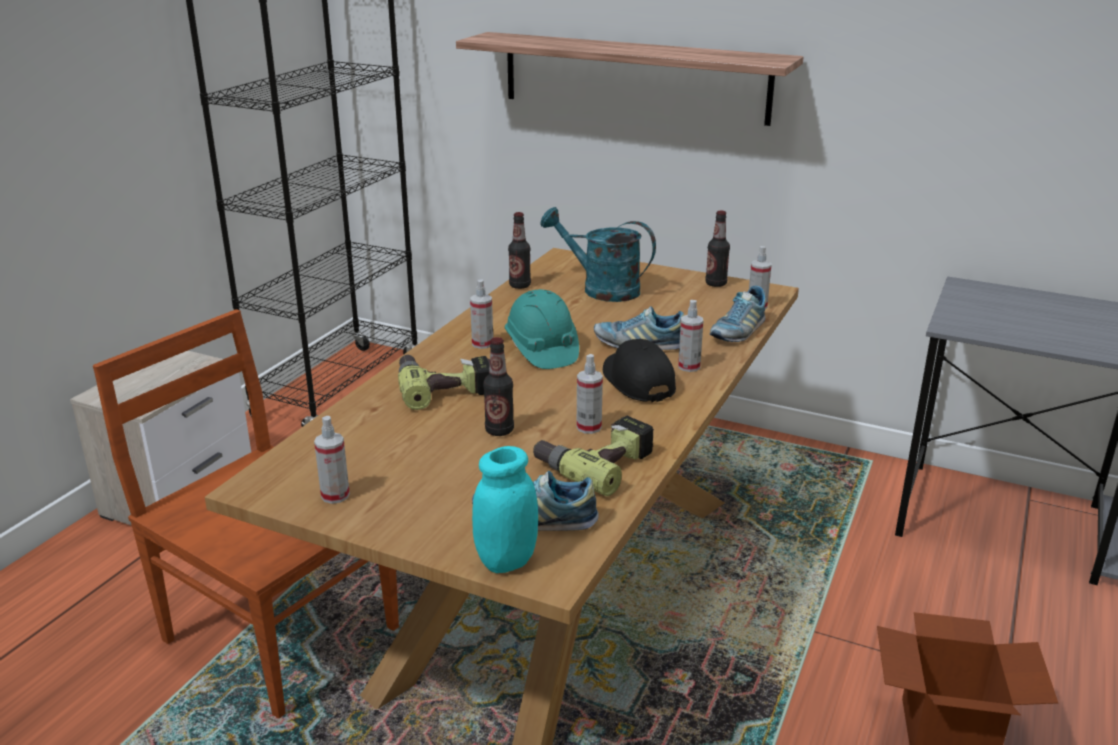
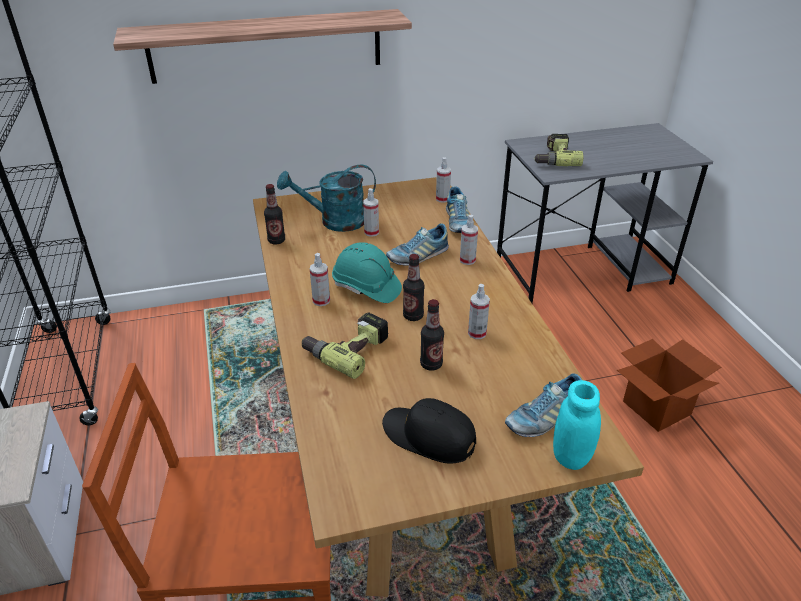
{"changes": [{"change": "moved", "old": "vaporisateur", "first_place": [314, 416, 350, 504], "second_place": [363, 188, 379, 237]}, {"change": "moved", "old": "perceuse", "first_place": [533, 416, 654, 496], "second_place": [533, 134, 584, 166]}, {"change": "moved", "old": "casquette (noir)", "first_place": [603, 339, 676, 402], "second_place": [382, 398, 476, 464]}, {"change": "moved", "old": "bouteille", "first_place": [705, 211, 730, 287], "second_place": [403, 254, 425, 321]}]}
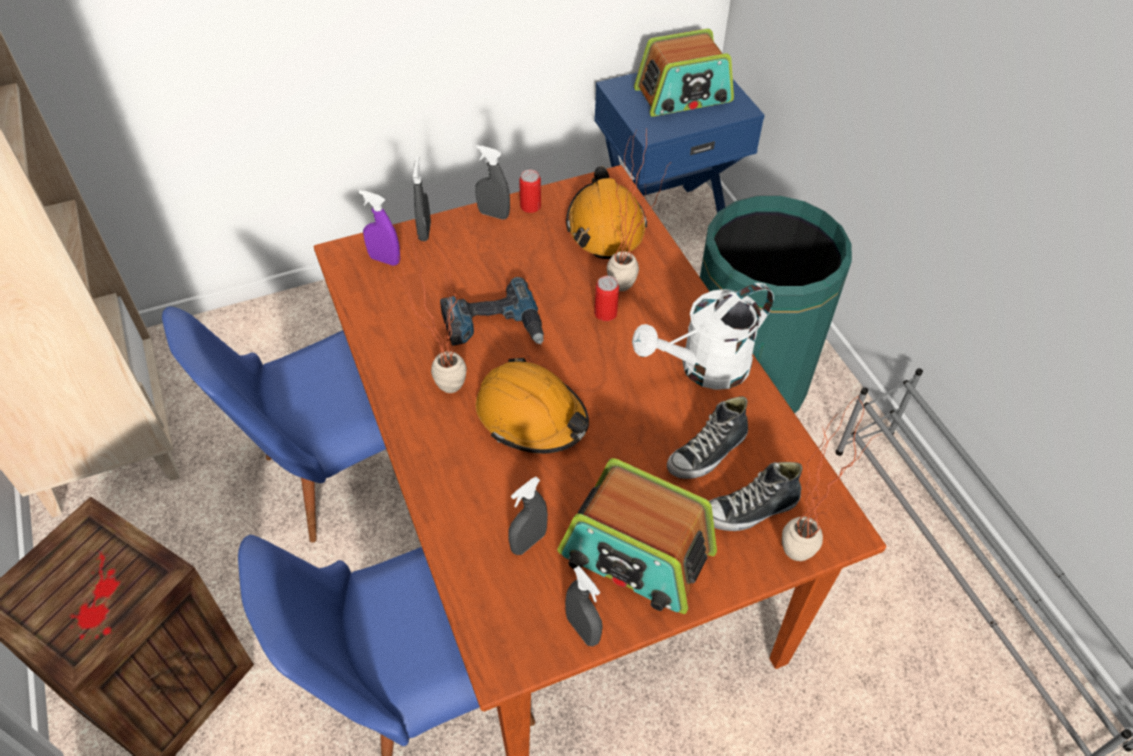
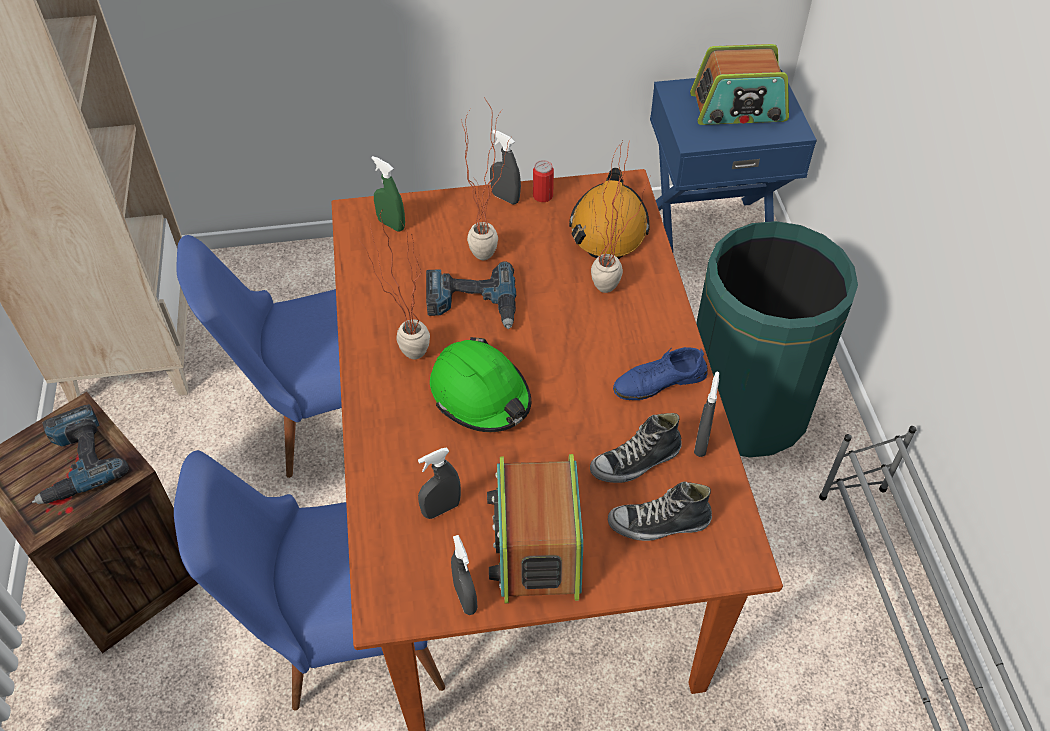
{"changes": [{"change": "recoloured", "old": "vaporisateur (violet)", "new": "vaporisateur (vert)", "first_place": [359, 190, 400, 266], "second_place": [371, 156, 405, 231]}, {"change": "moved", "old": "vaporisateur (gris)", "first_place": [413, 157, 431, 241], "second_place": [694, 372, 719, 457]}, {"change": "recoloured", "old": "casque de chantier (orange)", "new": "casque de chantier (vert)", "first_place": [476, 358, 589, 454], "second_place": [430, 337, 531, 432]}, {"change": "turned", "old": "radio", "first_place": [557, 458, 717, 614], "second_place": [487, 454, 583, 603], "degrees": 45}, {"change": "removed", "old": "boîte métallique", "first_place": [594, 276, 619, 321]}, {"change": "replaced", "old": "arrosoir (blanc)", "new": "chaussure (bleu)", "first_place": [632, 283, 774, 390], "second_place": [613, 347, 708, 400]}, {"change": "moved", "old": "plante en pot", "first_place": [782, 395, 881, 561], "second_place": [461, 96, 511, 260]}, {"change": "added", "new": "perceuse", "second_place": [32, 404, 129, 504]}]}
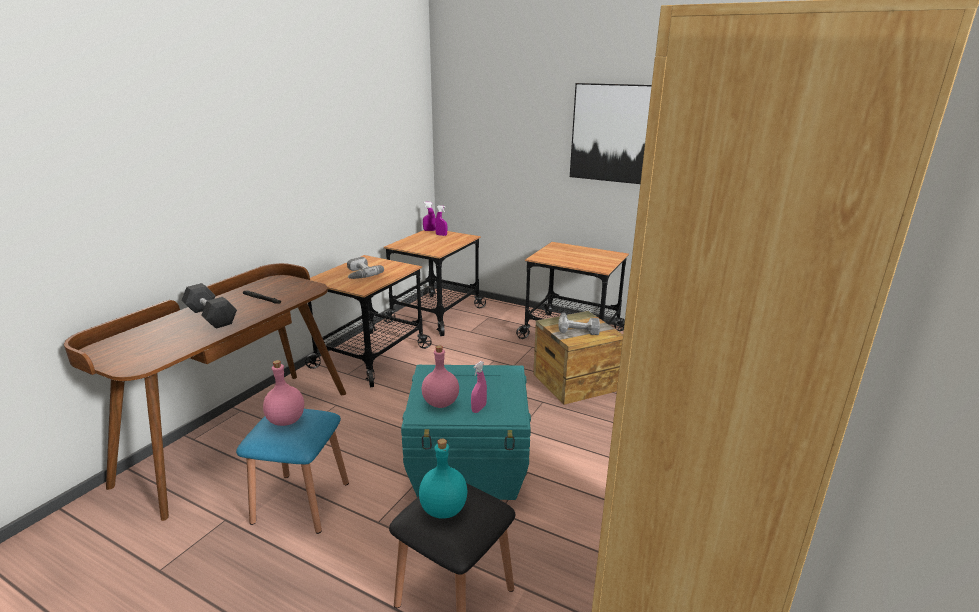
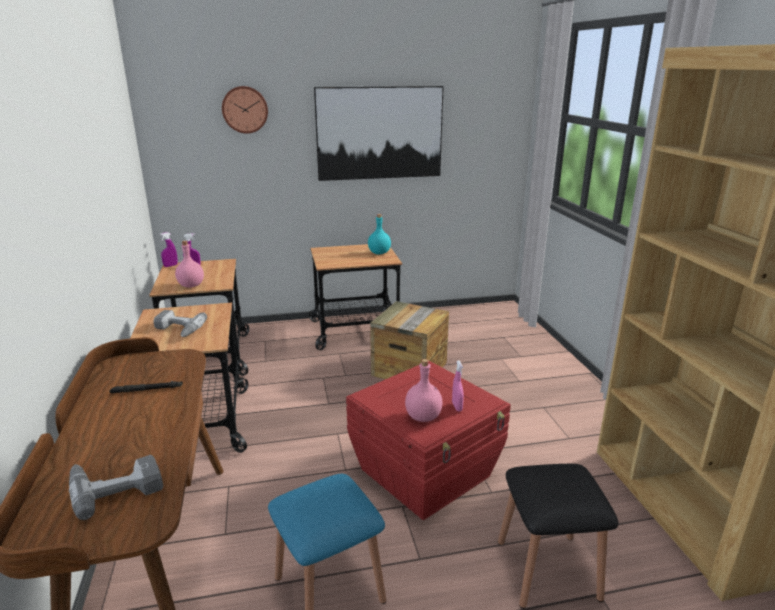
{"changes": [{"change": "removed", "old": "haltère (noir)", "first_place": [181, 283, 237, 329]}, {"change": "moved", "old": "bouteille (rose)", "first_place": [263, 360, 304, 426], "second_place": [175, 241, 204, 288]}, {"change": "recoloured", "old": "boîte de rangement (turquoise)", "new": "boîte de rangement (rouge)", "first_place": [401, 365, 531, 500], "second_place": [346, 361, 511, 520]}, {"change": "moved", "old": "bouteille (turquoise)", "first_place": [419, 439, 467, 519], "second_place": [368, 214, 391, 254]}, {"change": "moved", "old": "perceuse", "first_place": [559, 312, 600, 335], "second_place": [69, 455, 163, 520]}, {"change": "added", "new": "horloge murale", "second_place": [222, 86, 268, 134]}]}
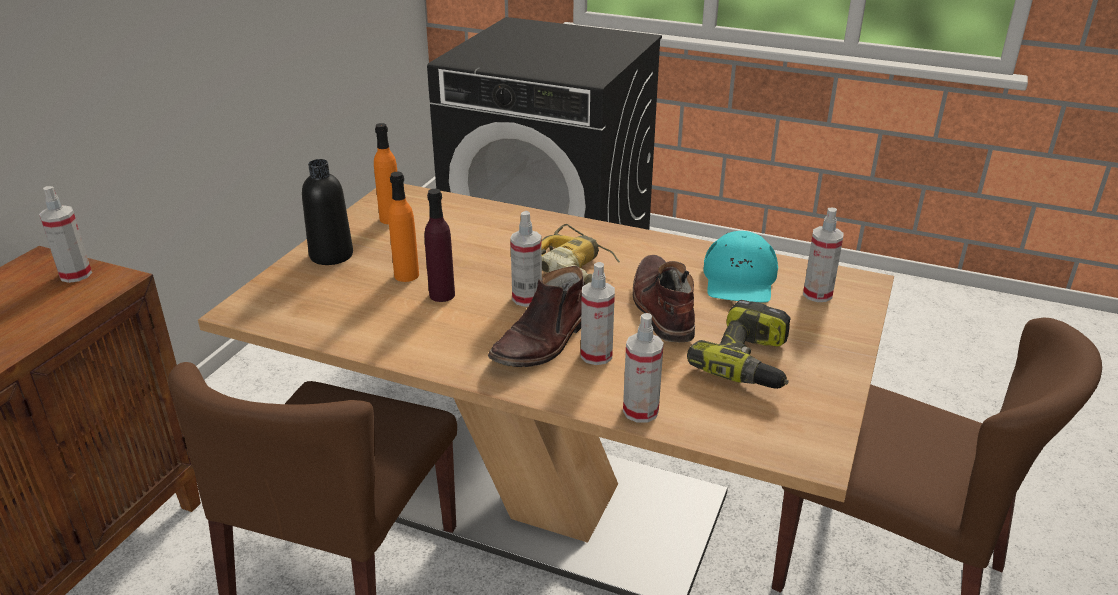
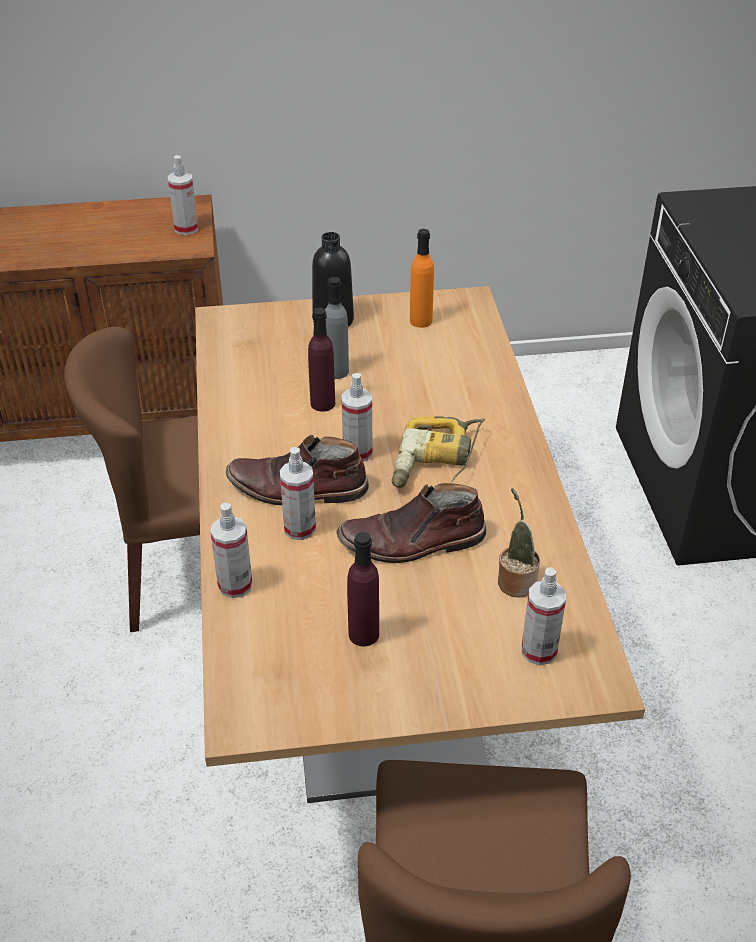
{"changes": [{"change": "recoloured", "old": "bouteille (orange)", "new": "bouteille (gris)", "first_place": [388, 172, 419, 282], "second_place": [325, 277, 349, 379]}, {"change": "turned", "old": "botte (marron)", "first_place": [633, 255, 695, 342], "second_place": [336, 483, 486, 563], "degrees": -150}, {"change": "replaced", "old": "perceuse", "new": "bouteille (violet)", "first_place": [687, 300, 790, 389], "second_place": [347, 532, 379, 646]}, {"change": "replaced", "old": "casquette (turquoise)", "new": "plante en pot", "first_place": [703, 231, 778, 302], "second_place": [498, 488, 540, 598]}]}
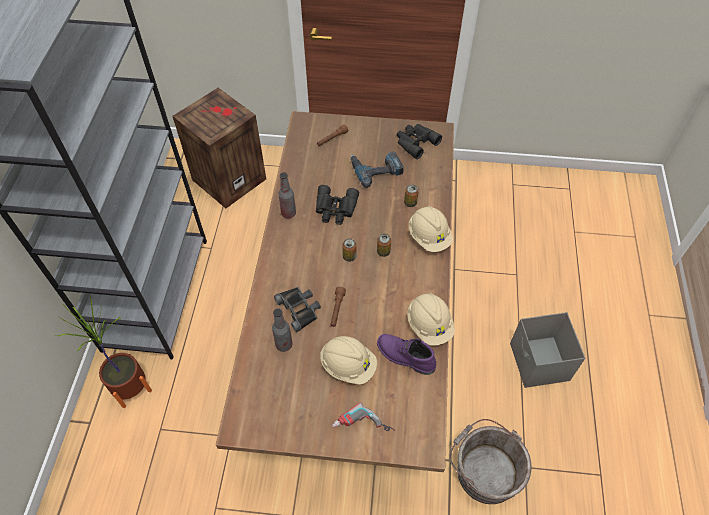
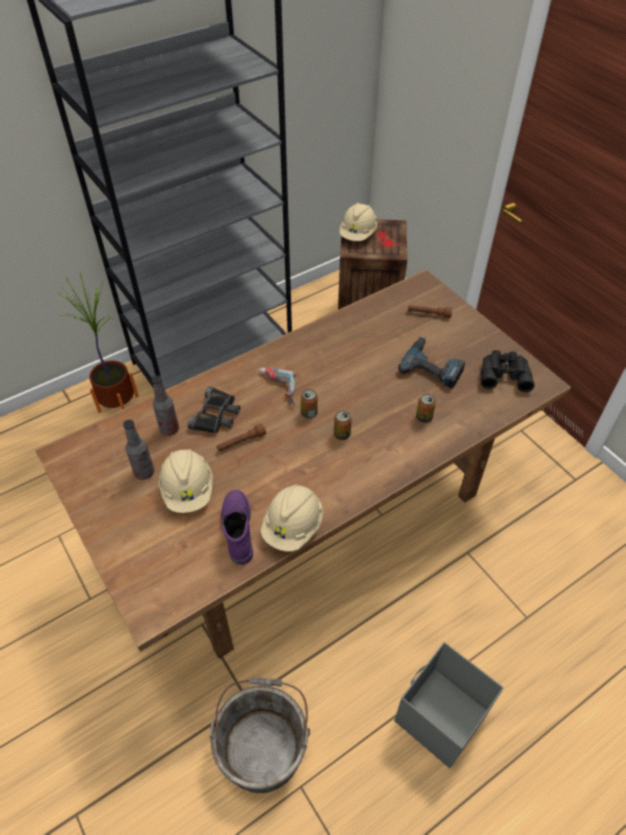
{"changes": [{"change": "moved", "old": "bouteille", "first_place": [278, 172, 296, 218], "second_place": [123, 420, 154, 480]}, {"change": "removed", "old": "jumelles (noir)", "first_place": [316, 185, 359, 225]}, {"change": "moved", "old": "perceuse", "first_place": [332, 402, 395, 431], "second_place": [259, 367, 296, 408]}, {"change": "moved", "old": "casque de chantier (beige)", "first_place": [409, 206, 453, 252], "second_place": [339, 203, 377, 241]}]}
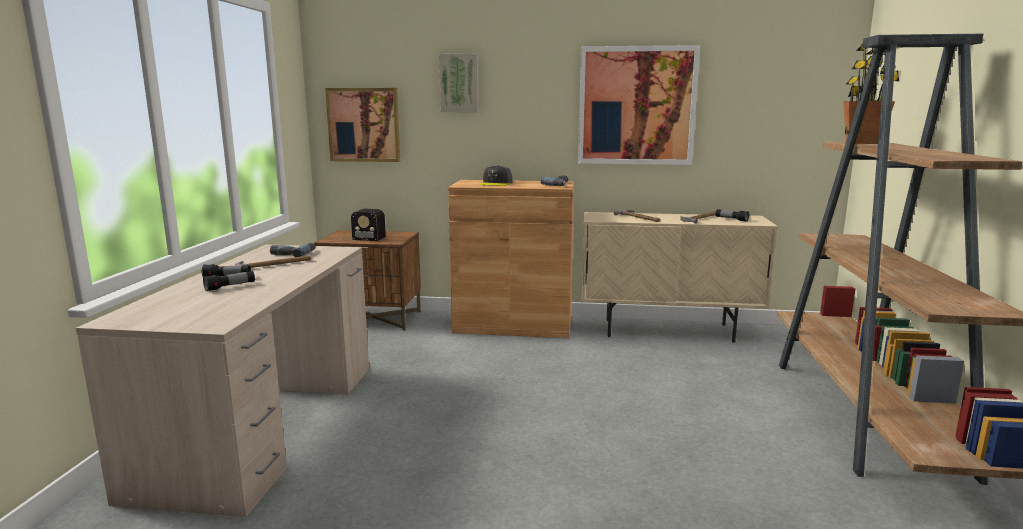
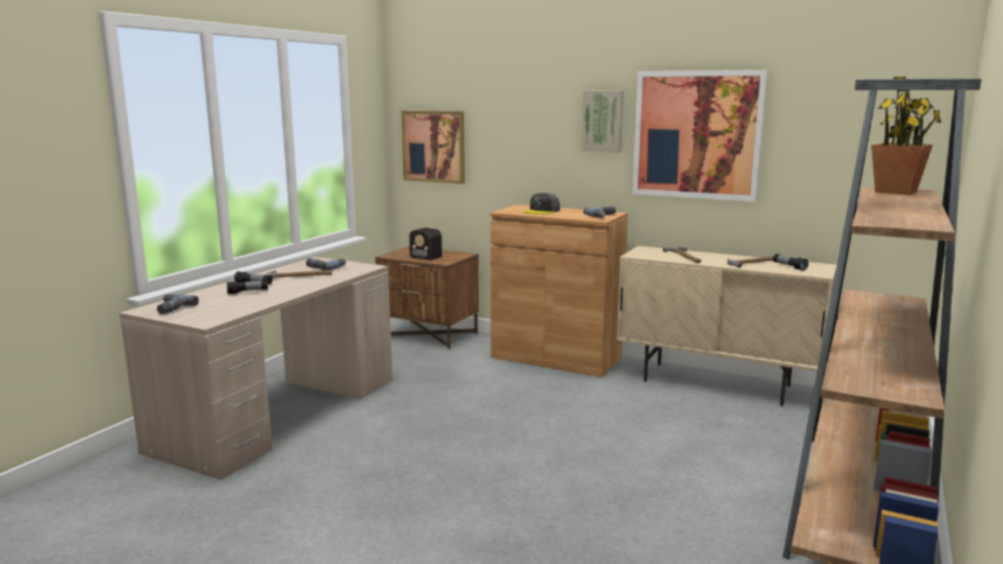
{"changes": [{"change": "moved", "old": "tableau", "first_place": [439, 54, 479, 112], "second_place": [582, 91, 624, 153]}, {"change": "added", "new": "perceuse", "second_place": [157, 294, 199, 314]}]}
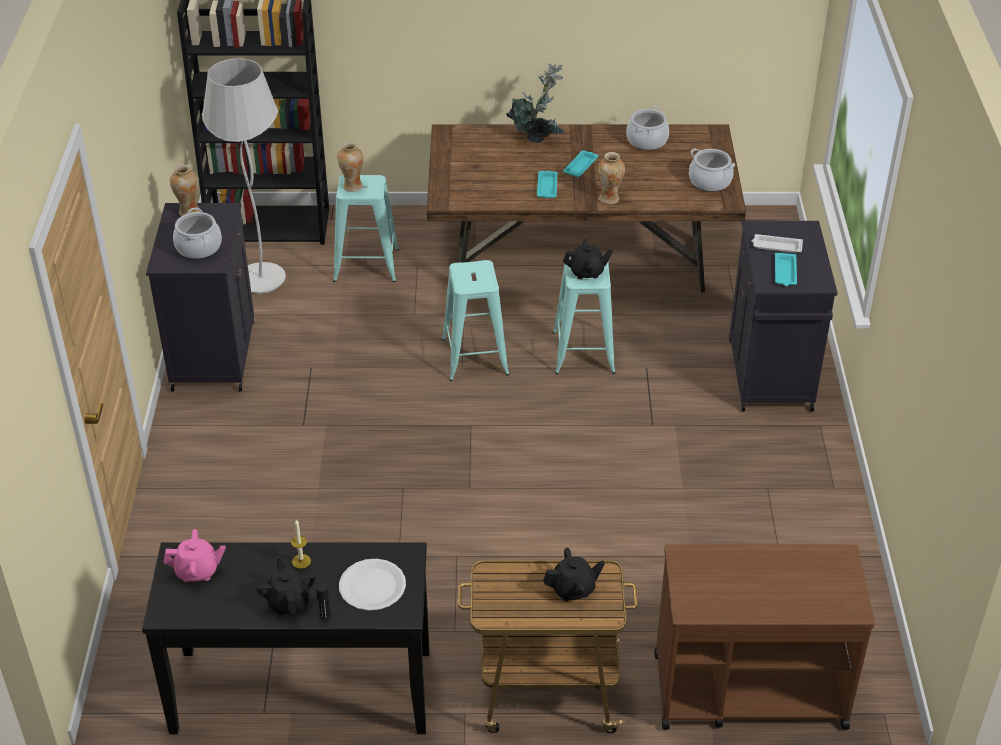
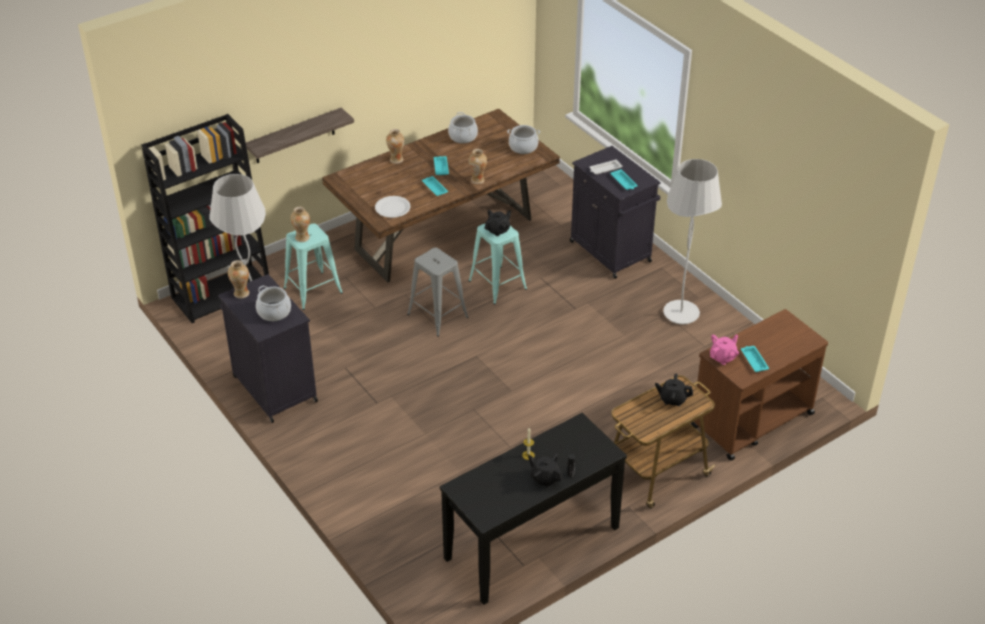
{"changes": [{"change": "moved", "old": "théière (rose)", "first_place": [164, 529, 225, 582], "second_place": [710, 334, 739, 365]}, {"change": "moved", "old": "assiette (blanc)", "first_place": [339, 559, 406, 611], "second_place": [375, 196, 411, 218]}, {"change": "recoloured", "old": "tabouret (turquoise)", "new": "tabouret (gris)", "first_place": [442, 260, 509, 381], "second_place": [407, 248, 469, 337]}, {"change": "replaced", "old": "plante en pot", "new": "vase", "first_place": [507, 64, 564, 143], "second_place": [386, 129, 404, 164]}, {"change": "turned", "old": "théière (noir)", "first_place": [543, 548, 605, 601], "second_place": [655, 374, 693, 406], "degrees": -120}, {"change": "added", "new": "étagère", "second_place": [246, 108, 354, 163]}, {"change": "added", "new": "lampadaire (blanc)", "second_place": [663, 159, 722, 325]}, {"change": "added", "new": "plateau (turquoise)", "second_place": [741, 346, 769, 372]}]}
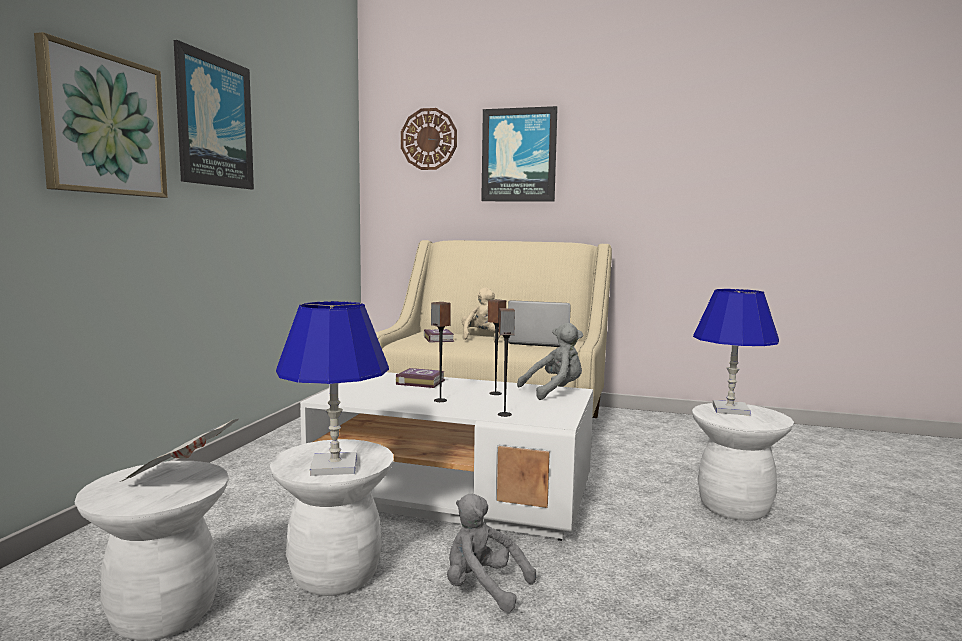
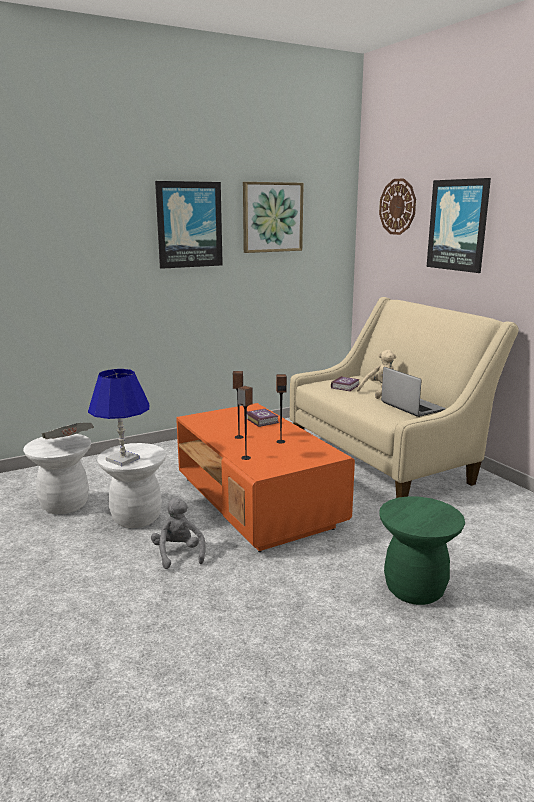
{"changes": [{"change": "moved", "old": "tableau", "first_place": [34, 32, 168, 198], "second_place": [243, 182, 304, 253]}, {"change": "recoloured", "old": "table basse (blanc)", "new": "table basse (orange)", "first_place": [300, 372, 593, 541], "second_place": [176, 403, 355, 552]}, {"change": "removed", "old": "peluche (gris)", "first_place": [517, 323, 583, 400]}, {"change": "recoloured", "old": "tabouret (blanc)", "new": "tabouret (vert)", "first_place": [692, 403, 794, 521], "second_place": [379, 496, 465, 605]}, {"change": "removed", "old": "lampe de table (bleu)", "first_place": [693, 289, 779, 416]}]}
